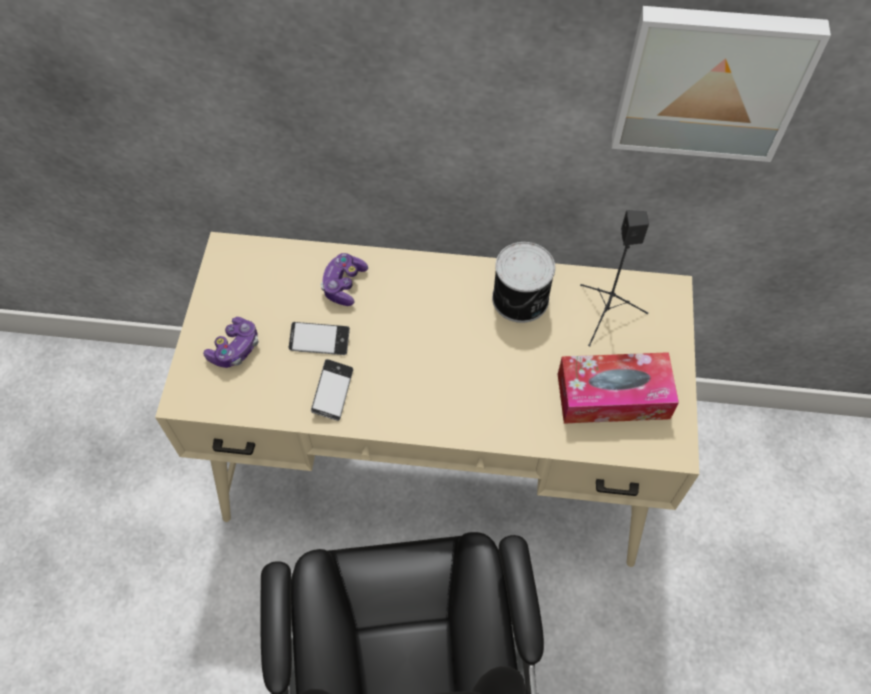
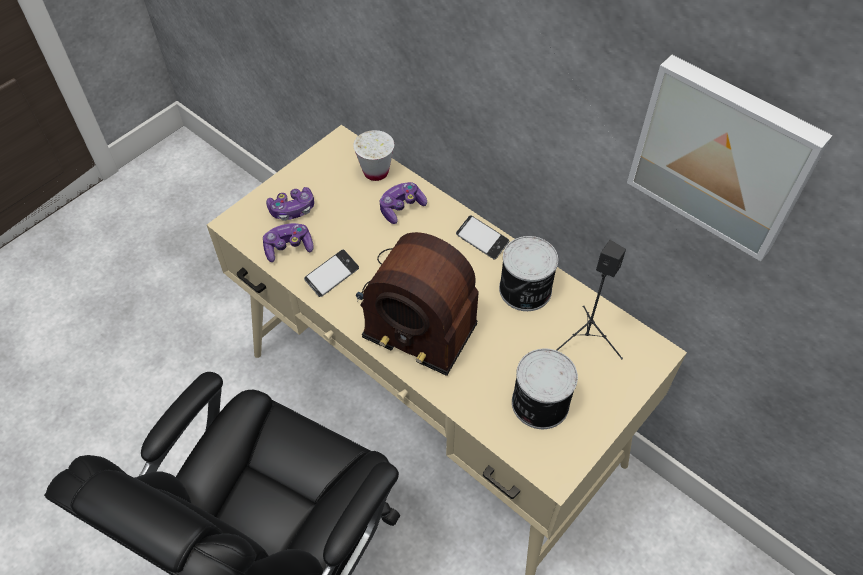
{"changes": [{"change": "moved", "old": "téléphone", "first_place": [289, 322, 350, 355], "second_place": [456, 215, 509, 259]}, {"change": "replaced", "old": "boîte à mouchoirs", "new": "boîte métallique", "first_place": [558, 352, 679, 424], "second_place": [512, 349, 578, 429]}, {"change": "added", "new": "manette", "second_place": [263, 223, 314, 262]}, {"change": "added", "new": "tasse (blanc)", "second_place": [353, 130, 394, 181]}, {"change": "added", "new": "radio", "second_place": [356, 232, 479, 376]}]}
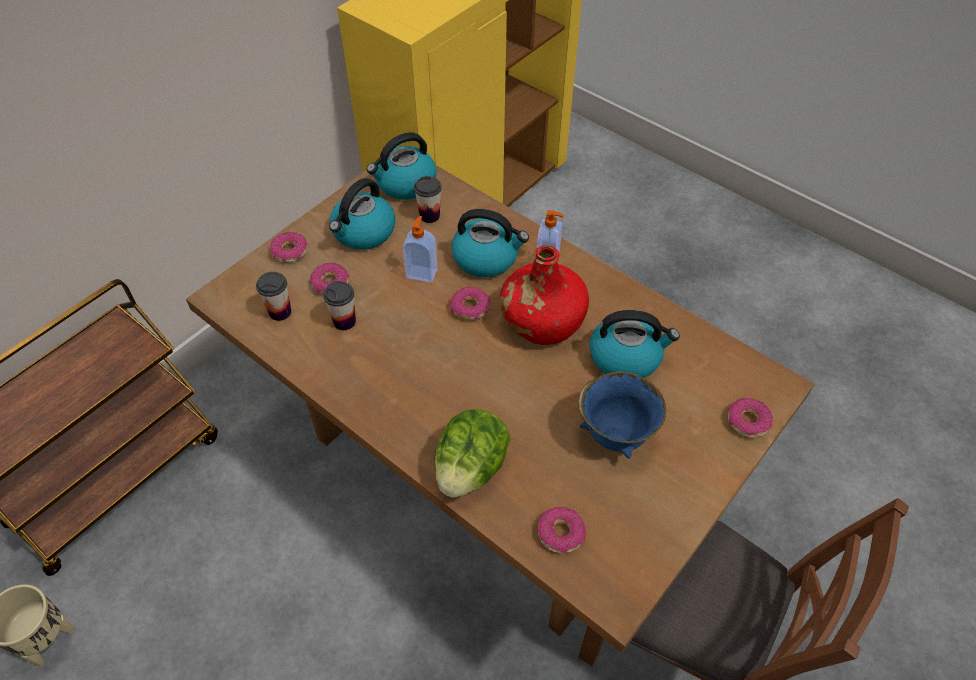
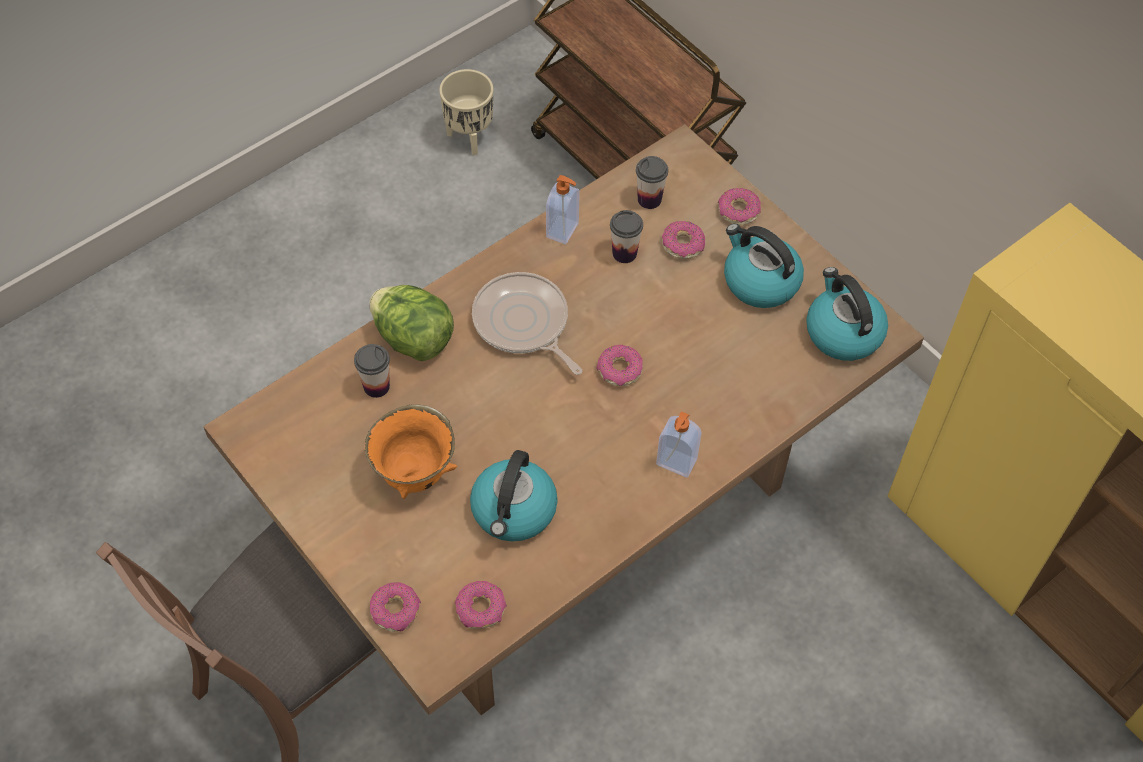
{"changes": [{"change": "moved", "old": "distributeur de savon", "first_place": [403, 216, 438, 283], "second_place": [546, 175, 580, 245]}, {"change": "moved", "old": "tasse", "first_place": [414, 176, 442, 223], "second_place": [354, 344, 390, 398]}, {"change": "removed", "old": "bouilloire", "first_place": [451, 209, 529, 278]}, {"change": "removed", "old": "bouteille (rouge)", "first_place": [499, 245, 589, 345]}, {"change": "moved", "old": "beignet", "first_place": [538, 507, 586, 553], "second_place": [455, 581, 507, 629]}, {"change": "recoloured", "old": "bol (bleu)", "new": "bol (orange)", "first_place": [579, 371, 666, 459], "second_place": [365, 404, 457, 499]}, {"change": "added", "new": "poêle", "second_place": [472, 272, 582, 375]}]}
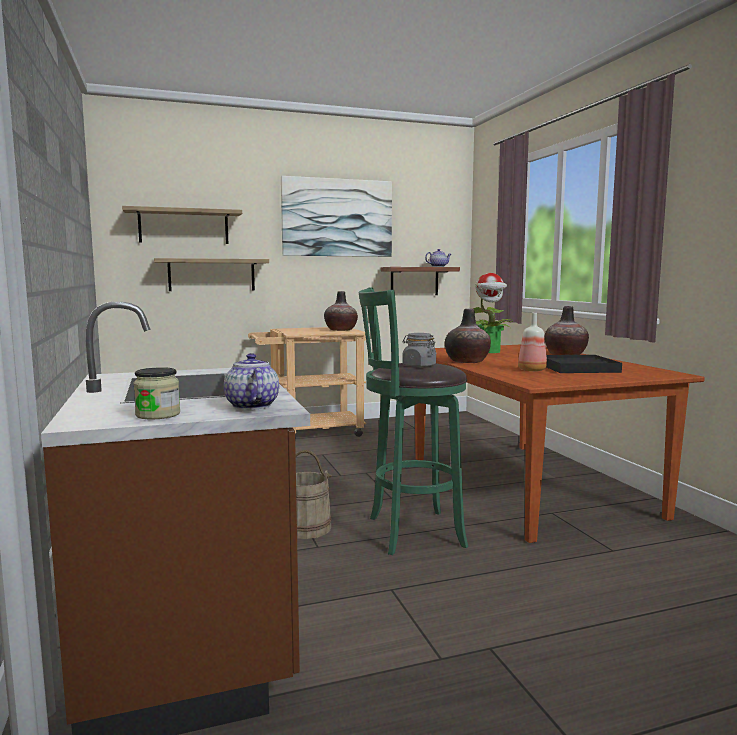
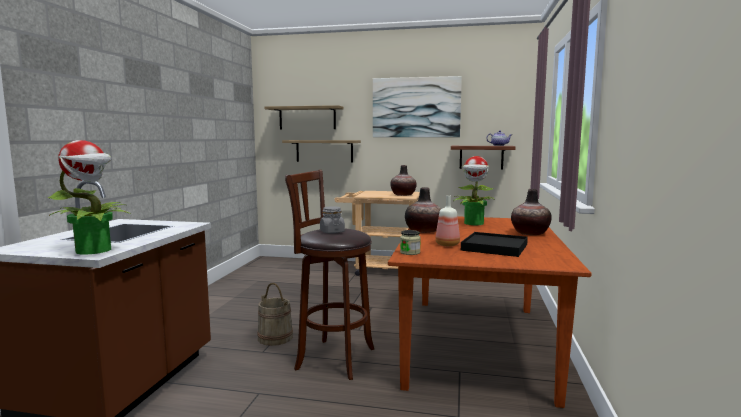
{"changes": [{"change": "moved", "old": "bocal", "first_place": [133, 367, 180, 419], "second_place": [400, 230, 421, 255]}, {"change": "replaced", "old": "théière", "new": "plante en pot", "first_place": [224, 353, 279, 410], "second_place": [47, 140, 131, 255]}, {"change": "recoloured", "old": "tabouret (vert)", "new": "tabouret (marron)", "first_place": [359, 287, 468, 555], "second_place": [285, 170, 374, 380]}]}
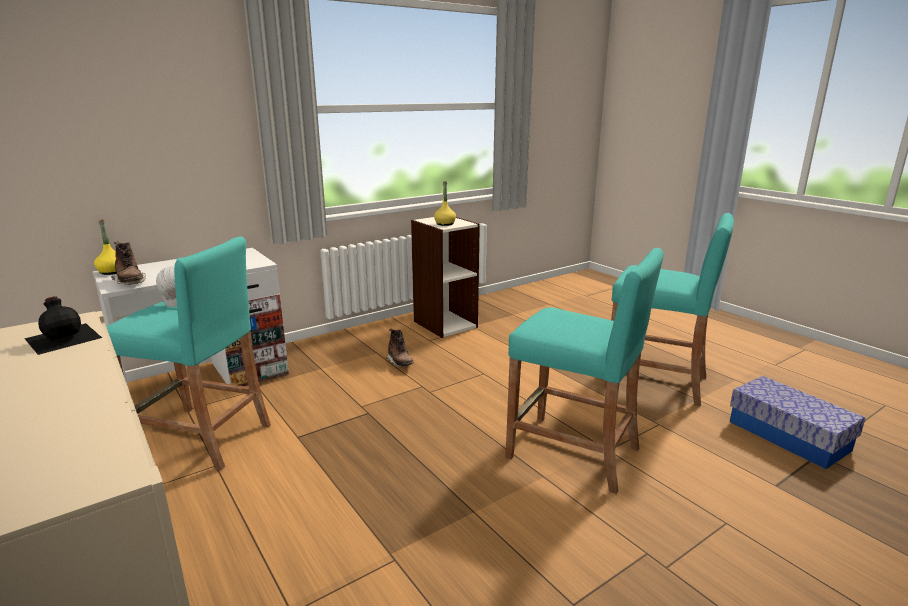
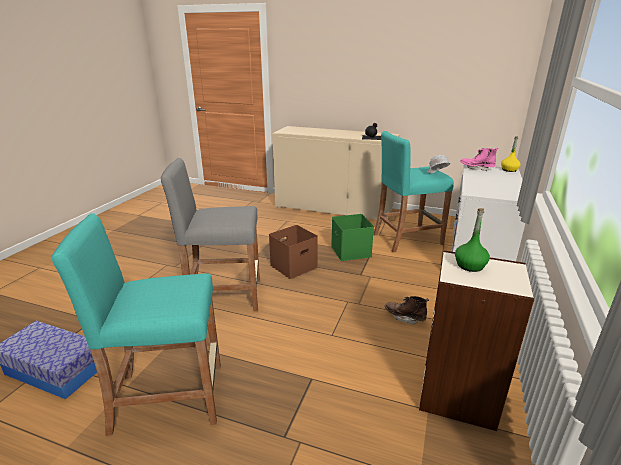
{"changes": [{"change": "recoloured", "old": "botte (marron)", "new": "botte (rose)", "first_place": [111, 242, 146, 285], "second_place": [460, 148, 498, 171]}, {"change": "recoloured", "old": "bouteille (jaune)", "new": "bouteille (vert)", "first_place": [434, 181, 456, 226], "second_place": [455, 208, 490, 272]}, {"change": "recoloured", "old": "tabouret (turquoise)", "new": "tabouret (gris)", "first_place": [505, 248, 664, 494], "second_place": [161, 158, 260, 311]}, {"change": "added", "new": "boîte de rangement (marron)", "second_place": [269, 225, 318, 279]}, {"change": "added", "new": "boîte de rangement (vert)", "second_place": [331, 214, 374, 261]}]}
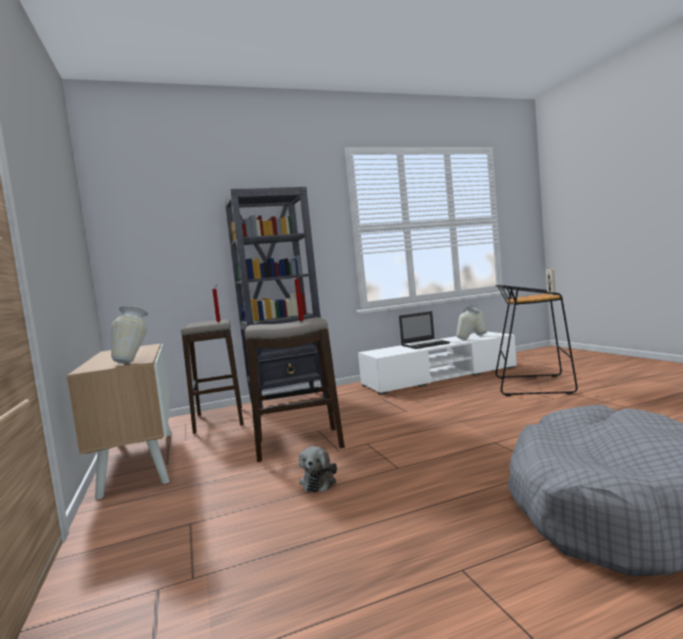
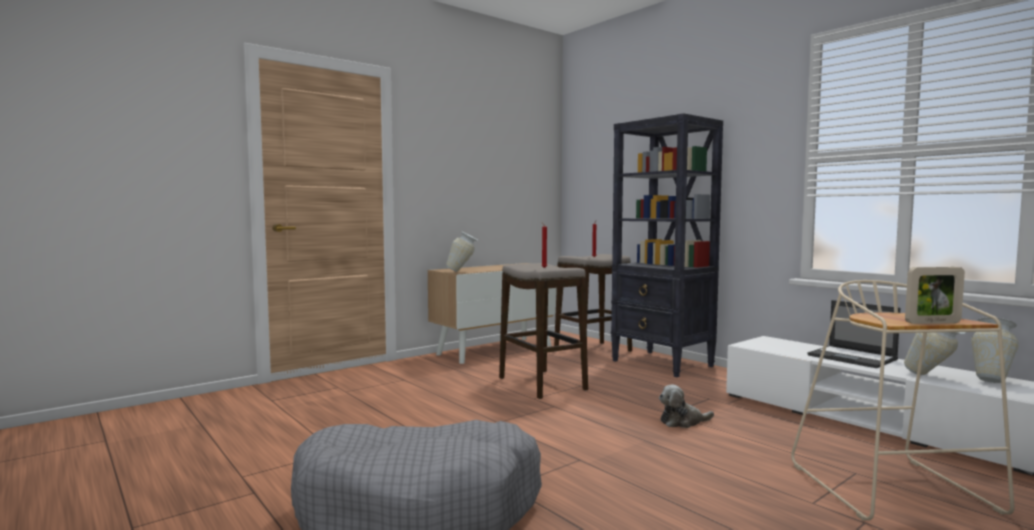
{"changes": [{"change": "moved", "old": "peluche", "first_place": [299, 446, 337, 492], "second_place": [659, 385, 714, 428]}, {"change": "recoloured", "old": "tabouret (noir)", "new": "tabouret (beige)", "first_place": [495, 285, 578, 396], "second_place": [791, 280, 1015, 521]}]}
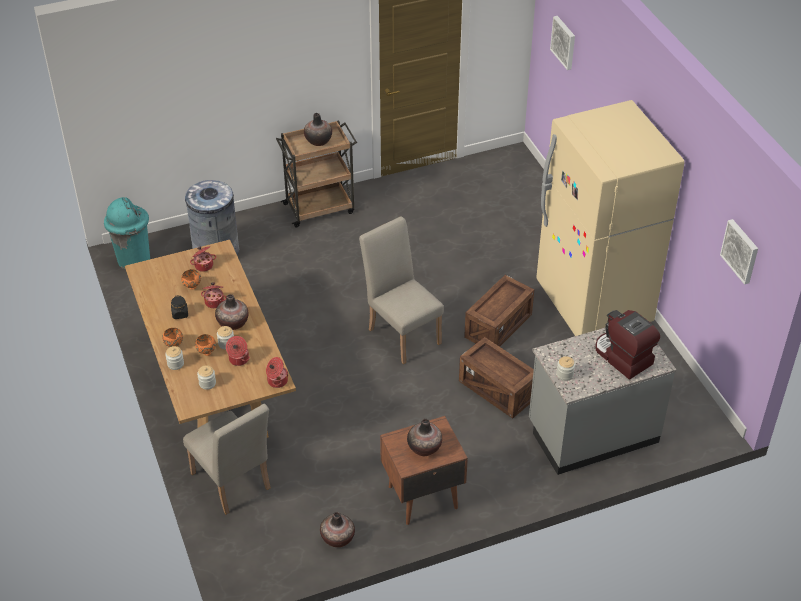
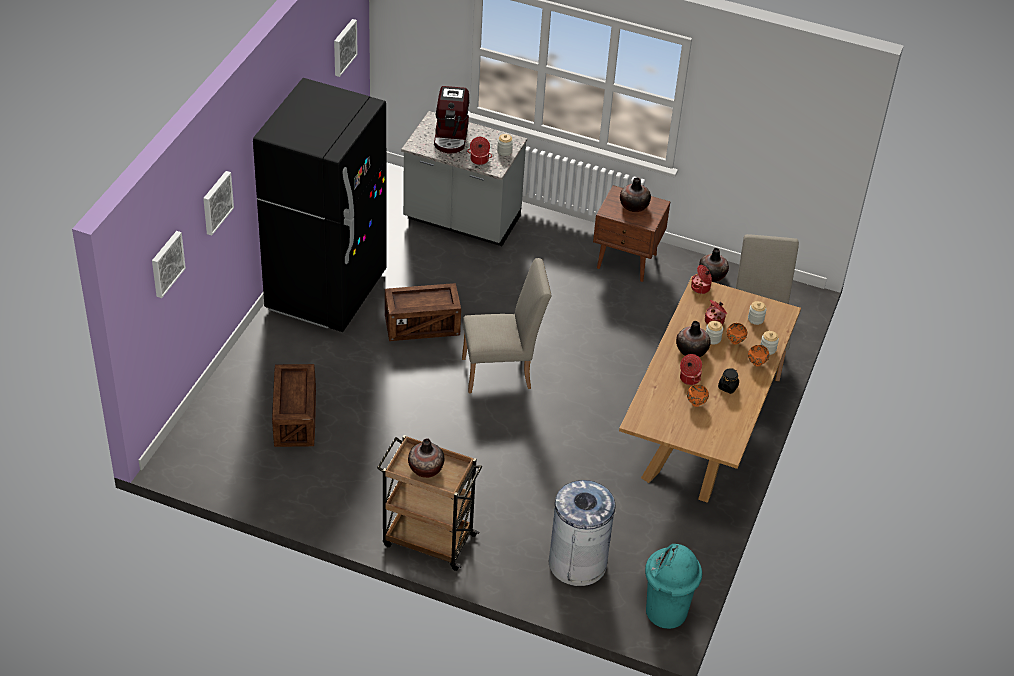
{"changes": [{"change": "moved", "old": "marmite", "first_place": [190, 246, 216, 272], "second_place": [467, 137, 492, 165]}, {"change": "turned", "old": "chaise (beige)", "first_place": [359, 216, 444, 364], "second_place": [462, 258, 552, 393], "degrees": -105}, {"change": "moved", "old": "caisse", "first_place": [459, 337, 534, 418], "second_place": [272, 364, 316, 447]}, {"change": "recoloured", "old": "réfrigérateur (beige)", "new": "réfrigérateur (noir)", "first_place": [536, 100, 684, 336], "second_place": [253, 78, 387, 332]}, {"change": "added", "new": "tableau", "second_place": [203, 171, 234, 235]}]}
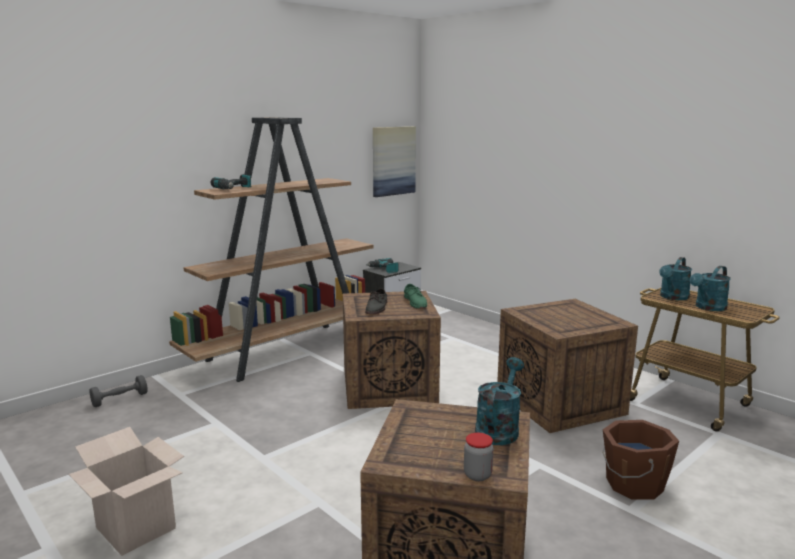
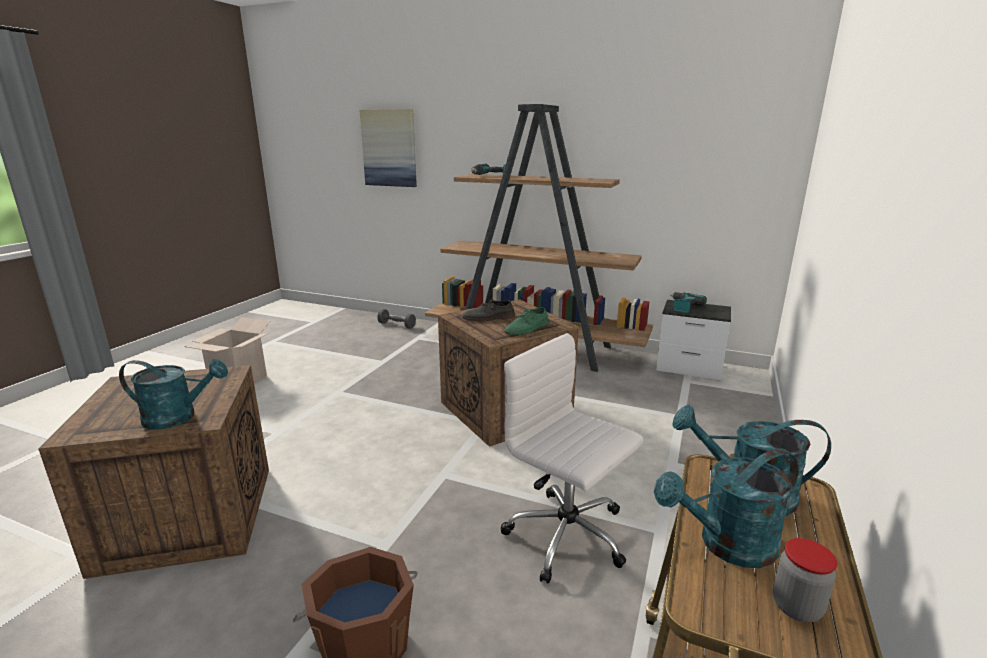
{"changes": [{"change": "moved", "old": "tableau", "first_place": [373, 126, 416, 197], "second_place": [359, 109, 417, 187]}, {"change": "moved", "old": "bocal", "first_place": [464, 433, 493, 481], "second_place": [773, 538, 837, 622]}, {"change": "replaced", "old": "caisse", "new": "chaise de bureau (blanc)", "first_place": [497, 299, 638, 433], "second_place": [501, 333, 643, 584]}, {"change": "turned", "old": "arrosoir (turquoise)", "first_place": [690, 266, 731, 311], "second_place": [654, 448, 799, 568], "degrees": -45}]}
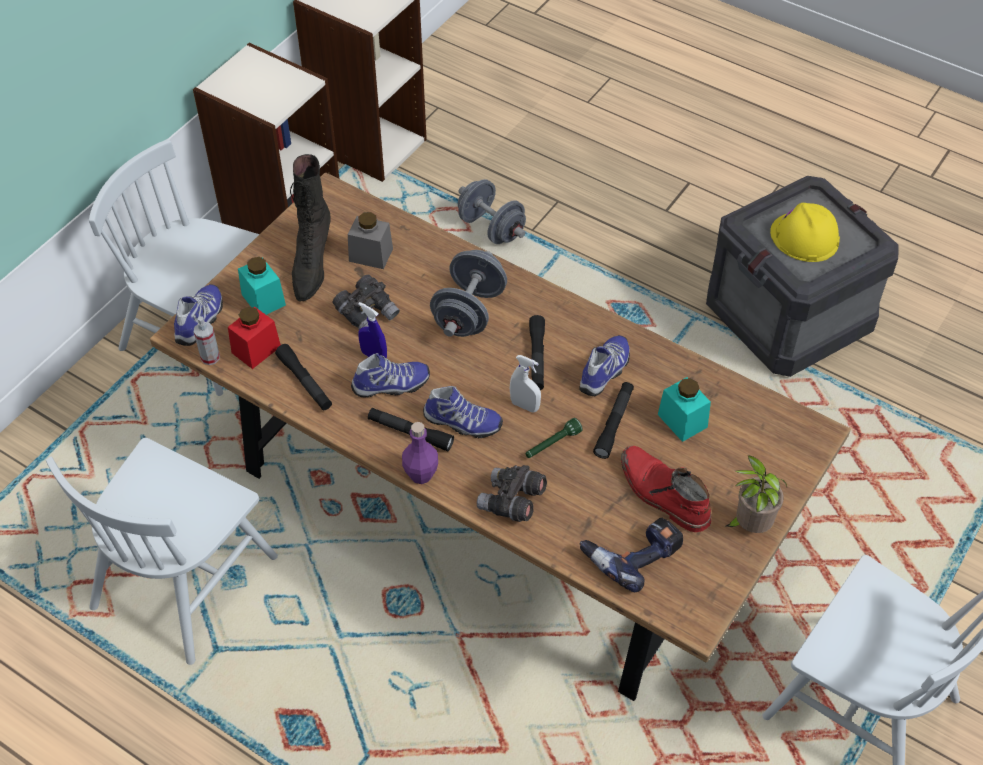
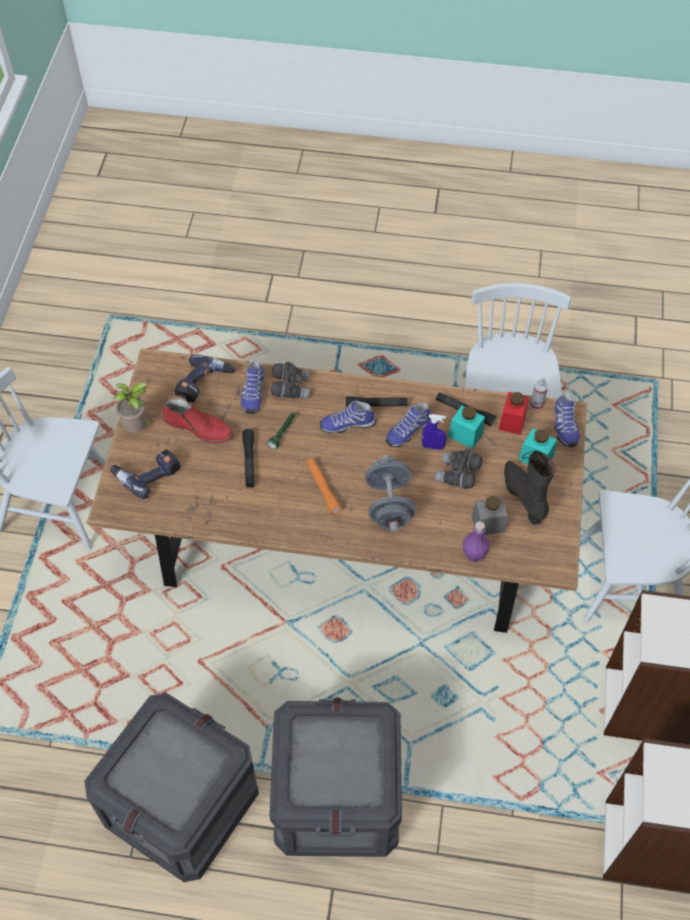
{"changes": [{"change": "moved", "old": "bouteille (violet)", "first_place": [402, 422, 438, 484], "second_place": [463, 521, 489, 562]}, {"change": "removed", "old": "haltère (gris)", "first_place": [458, 179, 526, 244]}, {"change": "removed", "old": "vaporisateur (blanc)", "first_place": [510, 355, 541, 413]}, {"change": "recoloured", "old": "lampe de poche (noir)", "new": "lampe de poche (orange)", "first_place": [529, 315, 545, 390], "second_place": [306, 458, 342, 515]}, {"change": "moved", "old": "chaussure", "first_place": [580, 335, 630, 396], "second_place": [241, 360, 265, 414]}, {"change": "moved", "old": "bocal (turquoise)", "first_place": [658, 377, 711, 442], "second_place": [448, 405, 485, 449]}, {"change": "removed", "old": "casque de chantier (jaune)", "first_place": [770, 203, 840, 262]}, {"change": "added", "new": "perceuse", "second_place": [110, 449, 181, 499]}, {"change": "added", "new": "caisse", "second_place": [270, 697, 402, 857]}]}
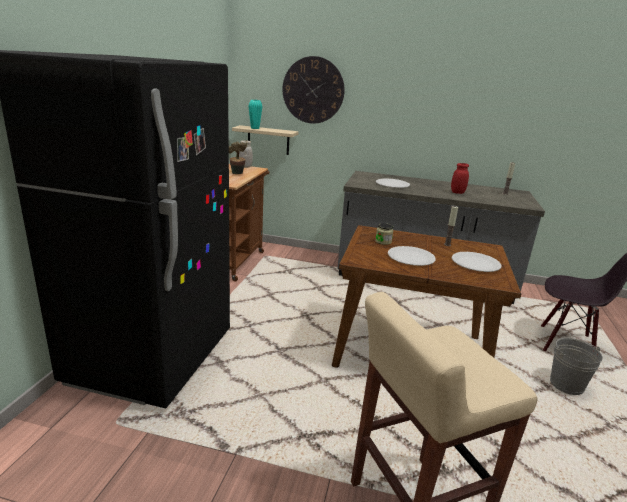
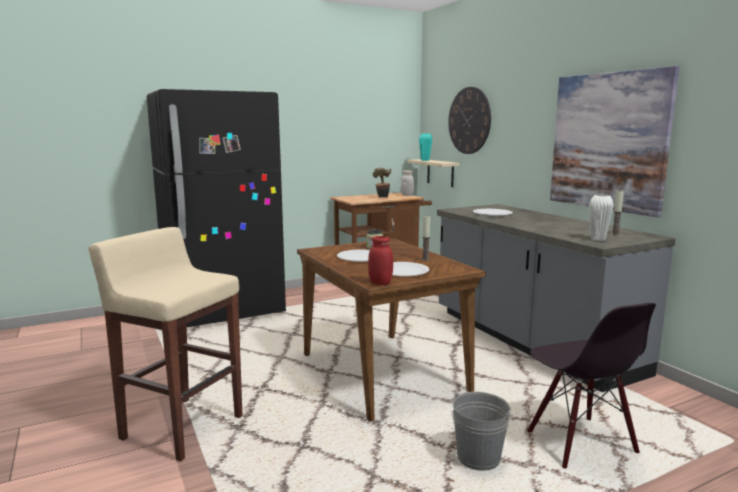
{"changes": [{"change": "moved", "old": "bocal (rouge)", "first_place": [451, 163, 469, 194], "second_place": [368, 236, 393, 285]}, {"change": "added", "new": "tableau", "second_place": [550, 66, 679, 218]}, {"change": "added", "new": "vase (blanc)", "second_place": [589, 195, 614, 241]}]}
